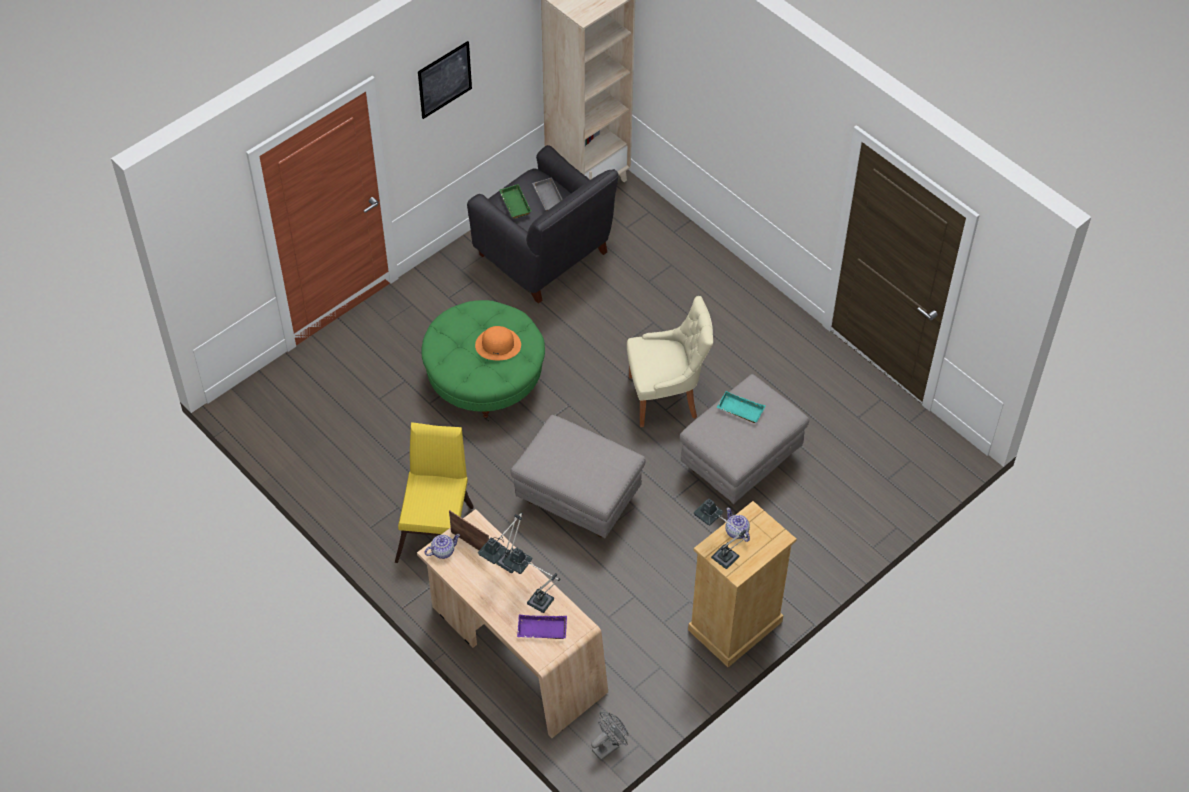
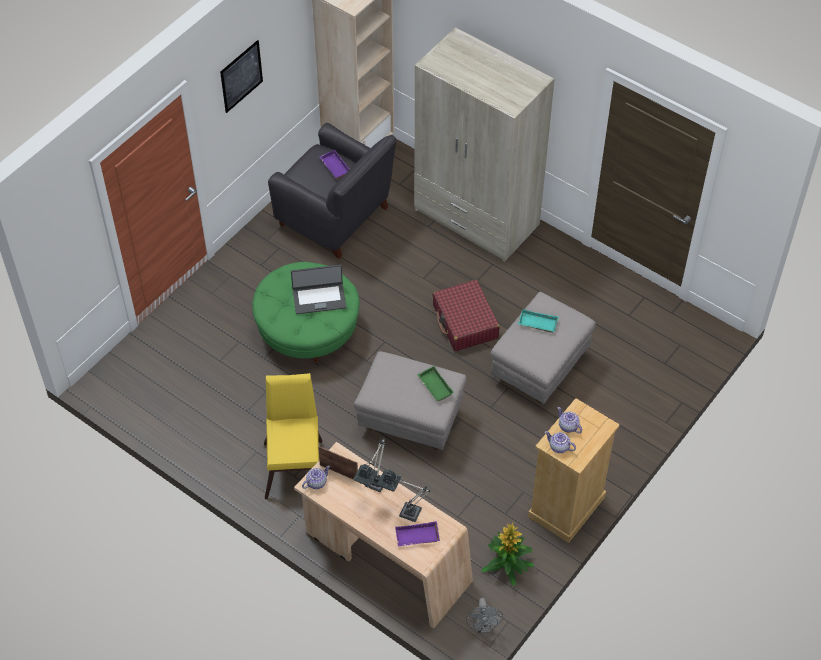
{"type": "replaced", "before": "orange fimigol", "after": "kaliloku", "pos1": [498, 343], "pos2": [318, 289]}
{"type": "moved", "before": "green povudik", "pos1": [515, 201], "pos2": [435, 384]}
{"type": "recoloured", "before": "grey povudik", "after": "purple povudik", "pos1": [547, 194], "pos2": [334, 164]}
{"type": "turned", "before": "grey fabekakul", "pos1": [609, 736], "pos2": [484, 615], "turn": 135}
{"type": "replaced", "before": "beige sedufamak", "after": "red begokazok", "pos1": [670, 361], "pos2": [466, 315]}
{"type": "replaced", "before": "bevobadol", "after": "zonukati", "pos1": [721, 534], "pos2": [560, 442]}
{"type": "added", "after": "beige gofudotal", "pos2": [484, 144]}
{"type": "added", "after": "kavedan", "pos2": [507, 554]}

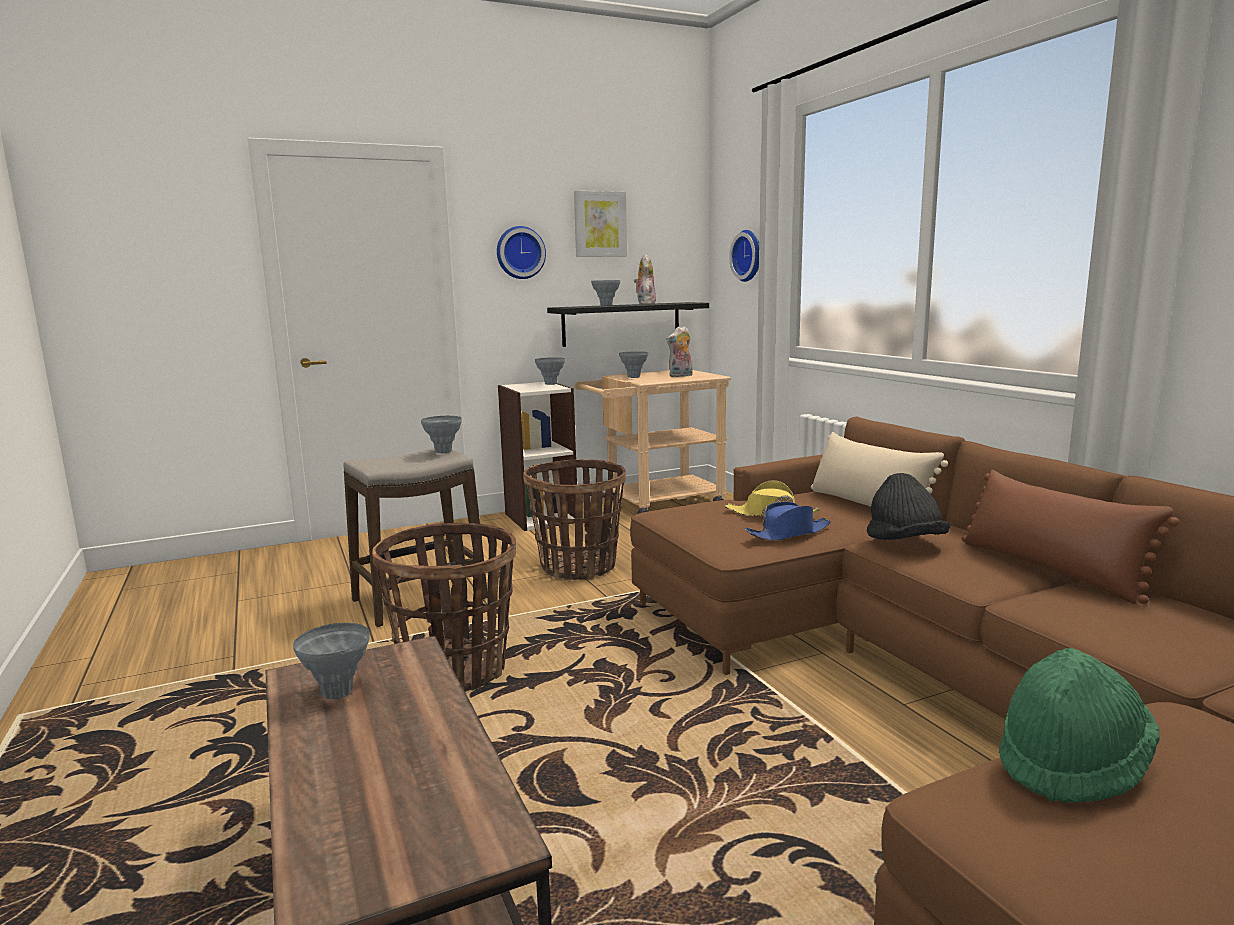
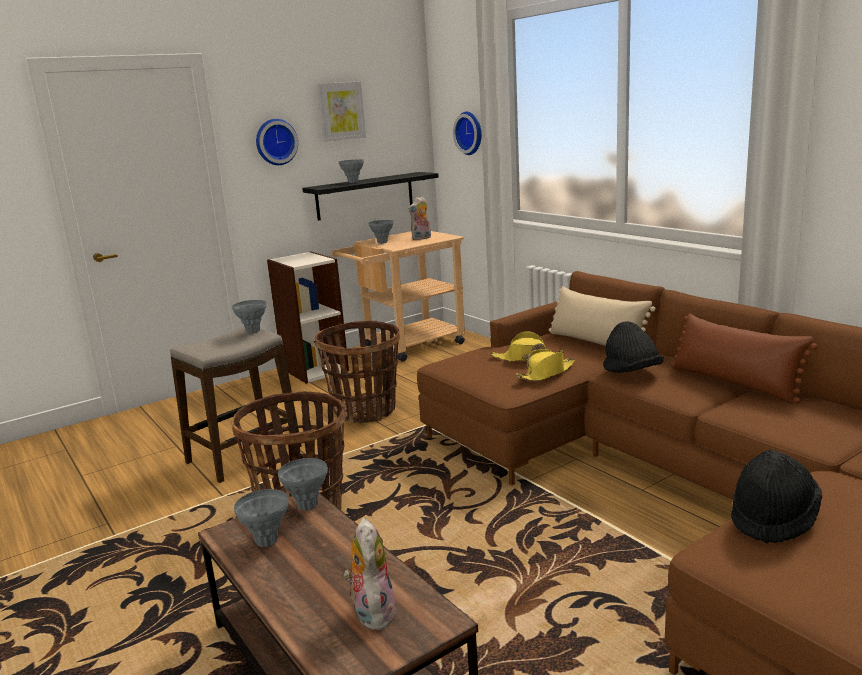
{"type": "moved", "before": "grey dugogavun", "pos1": [550, 371], "pos2": [303, 484]}
{"type": "moved", "before": "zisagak", "pos1": [645, 279], "pos2": [370, 574]}
{"type": "recoloured", "before": "blue fimigol", "after": "yellow fimigol", "pos1": [788, 521], "pos2": [545, 365]}
{"type": "recoloured", "before": "green fimigol", "after": "black fimigol", "pos1": [1079, 725], "pos2": [776, 496]}

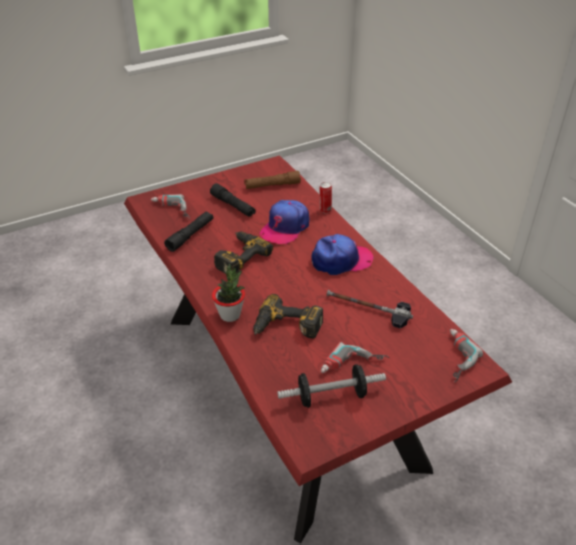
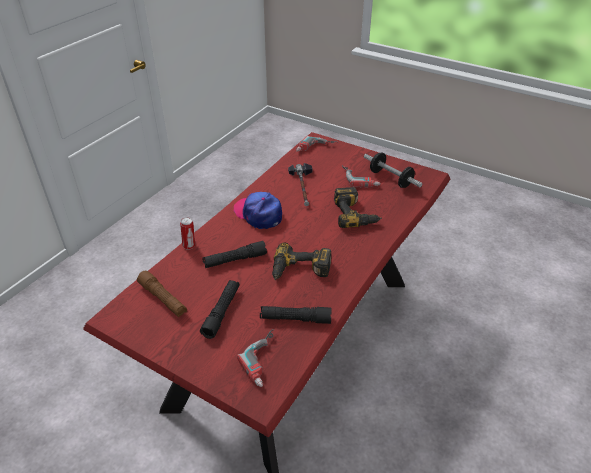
{"type": "removed", "before": "kavedan", "pos1": [228, 293]}
{"type": "replaced", "before": "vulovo", "after": "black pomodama", "pos1": [284, 222], "pos2": [234, 254]}

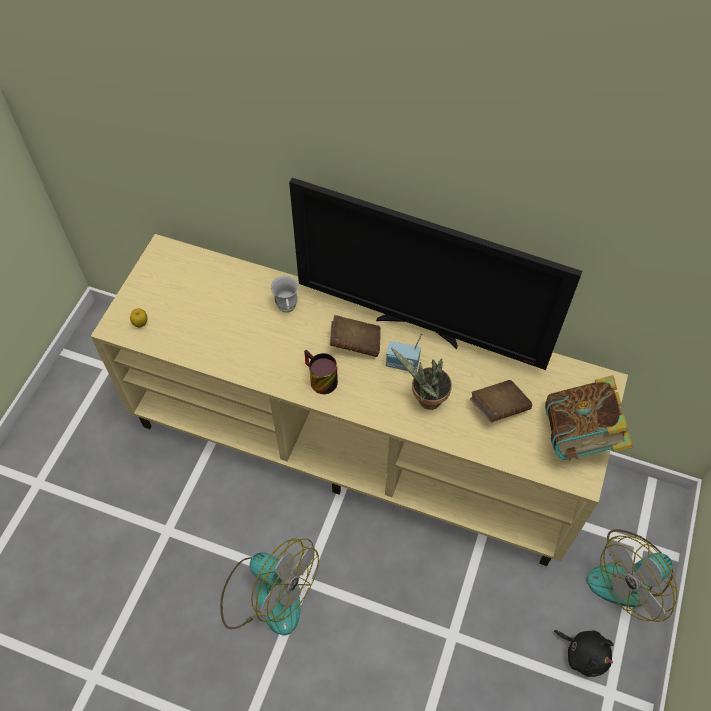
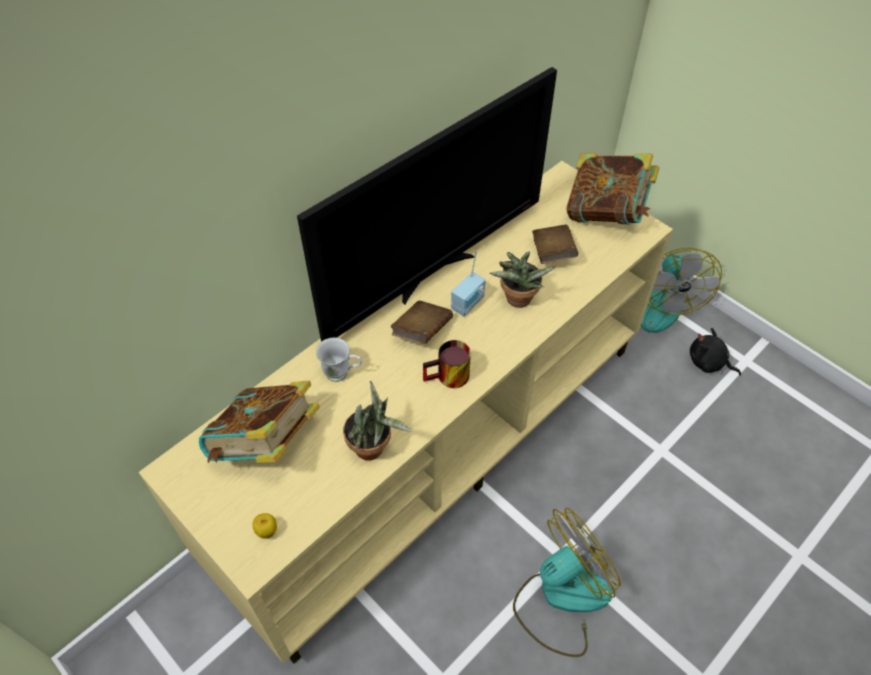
{"type": "turned", "before": "black zisagak", "pos1": [584, 653], "pos2": [715, 351], "turn": -120}
{"type": "added", "after": "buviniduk", "pos2": [259, 422]}
{"type": "added", "after": "kavedan", "pos2": [377, 420]}

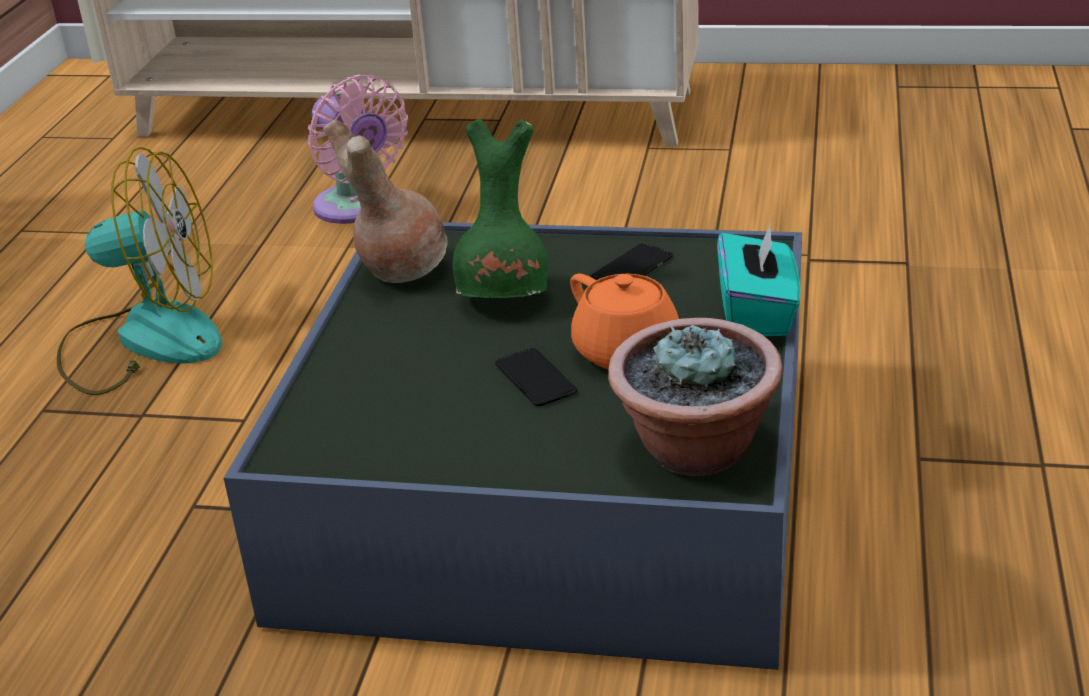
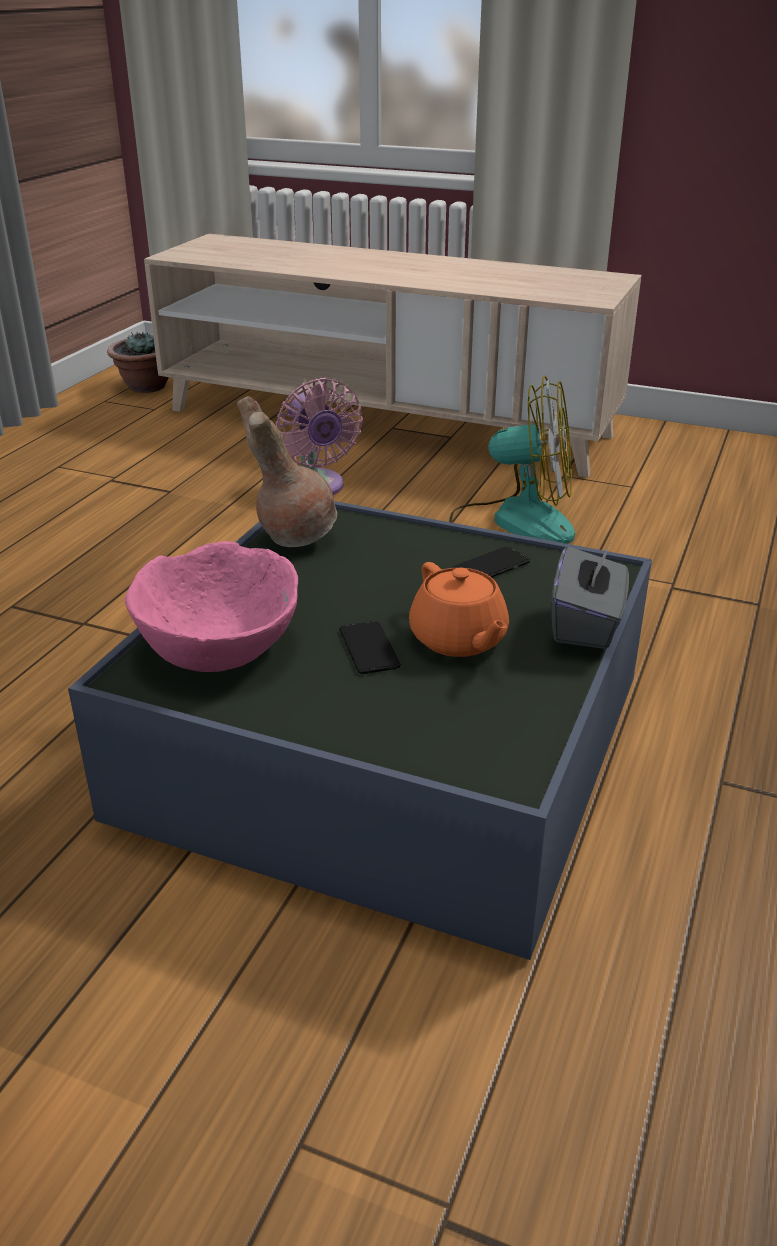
{"type": "moved", "before": "fabekakul", "pos1": [139, 271], "pos2": [512, 460]}
{"type": "removed", "before": "green dugogavun", "pos1": [500, 208]}
{"type": "moved", "before": "kavedan", "pos1": [695, 397], "pos2": [138, 362]}
{"type": "recoloured", "before": "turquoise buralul", "after": "grey buralul", "pos1": [759, 279], "pos2": [590, 596]}
{"type": "added", "after": "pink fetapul", "pos2": [211, 606]}

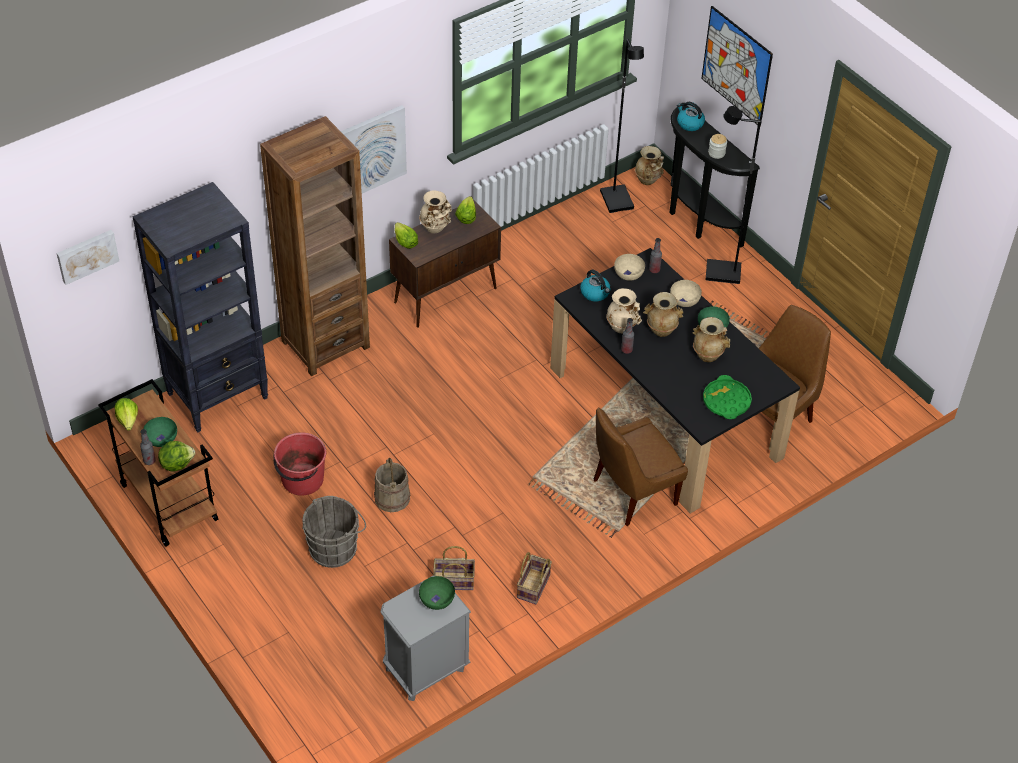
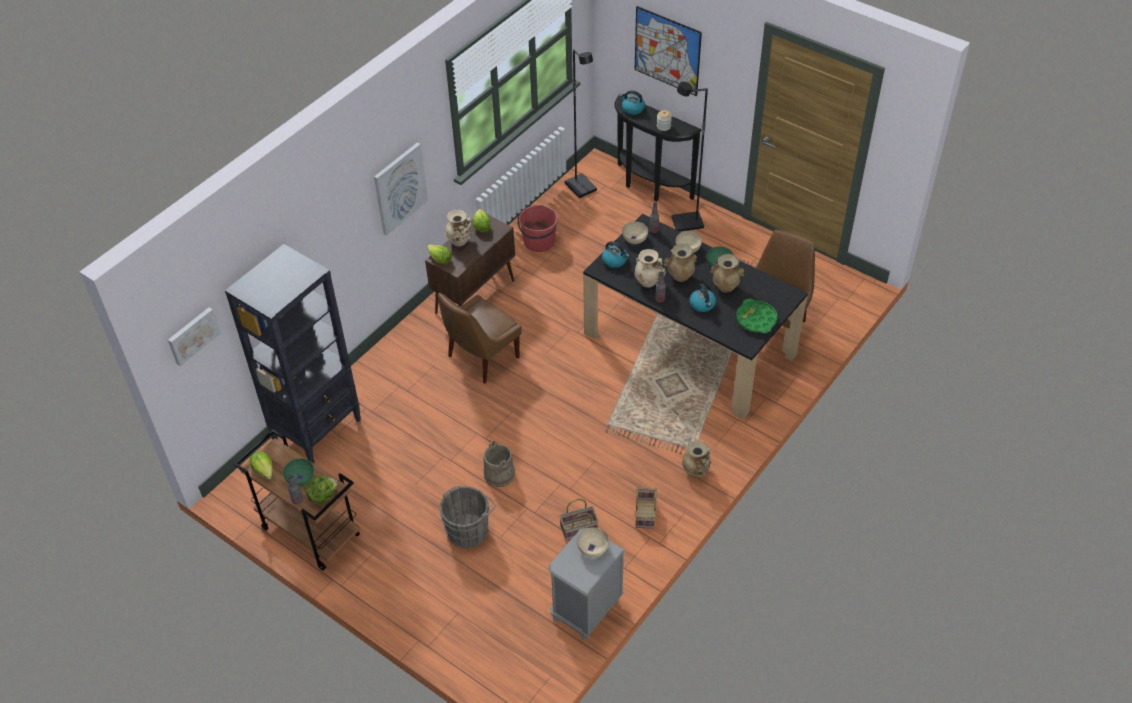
{"type": "removed", "before": "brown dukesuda", "pos1": [315, 246]}
{"type": "moved", "before": "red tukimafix", "pos1": [299, 464], "pos2": [537, 228]}
{"type": "recoloured", "before": "green fetapul", "after": "beige fetapul", "pos1": [437, 593], "pos2": [593, 542]}
{"type": "moved", "before": "brown sedufamak", "pos1": [641, 466], "pos2": [480, 338]}
{"type": "moved", "before": "beige dugogavun", "pos1": [649, 165], "pos2": [696, 459]}
{"type": "added", "after": "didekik", "pos2": [703, 297]}

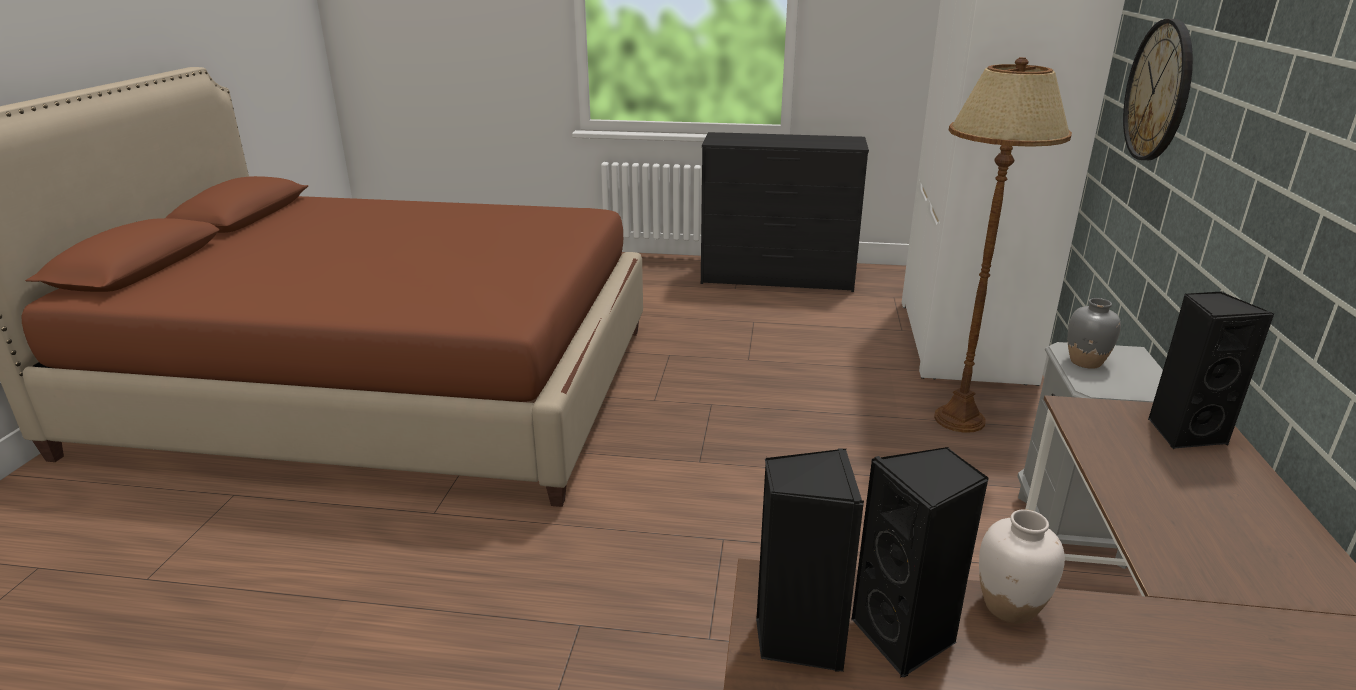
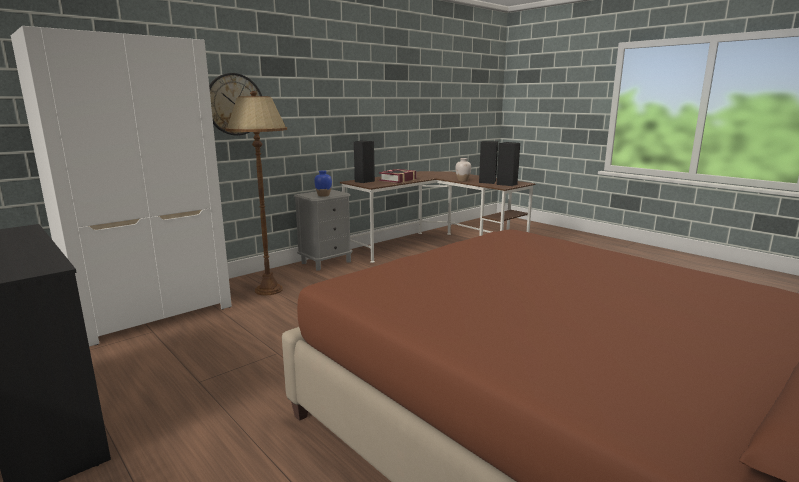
{"type": "recoloured", "before": "grey dugogavun", "after": "blue dugogavun", "pos1": [1094, 333], "pos2": [323, 184]}
{"type": "added", "after": "buviniduk", "pos2": [397, 176]}

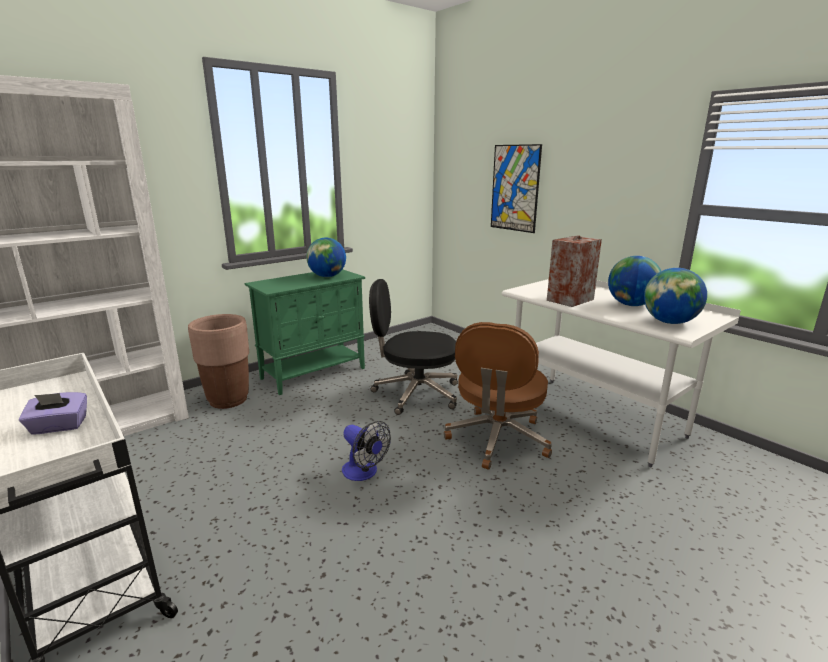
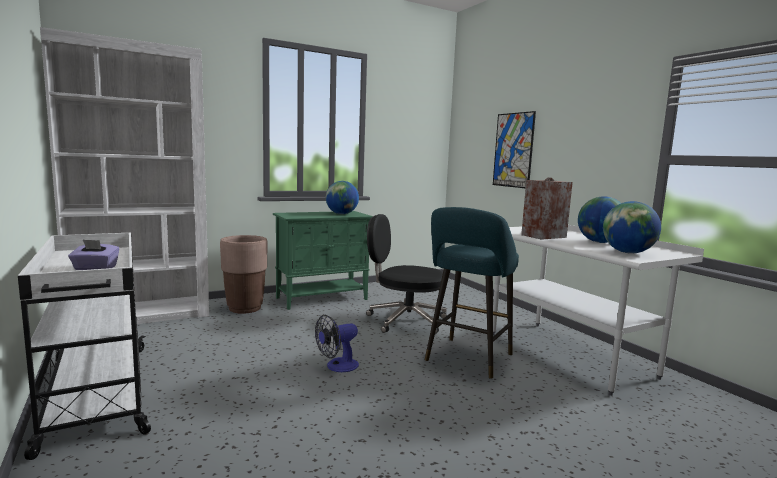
{"type": "turned", "before": "fabekakul", "pos1": [366, 451], "pos2": [337, 343], "turn": 90}
{"type": "replaced", "before": "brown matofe", "after": "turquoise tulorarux", "pos1": [498, 396], "pos2": [472, 293]}

